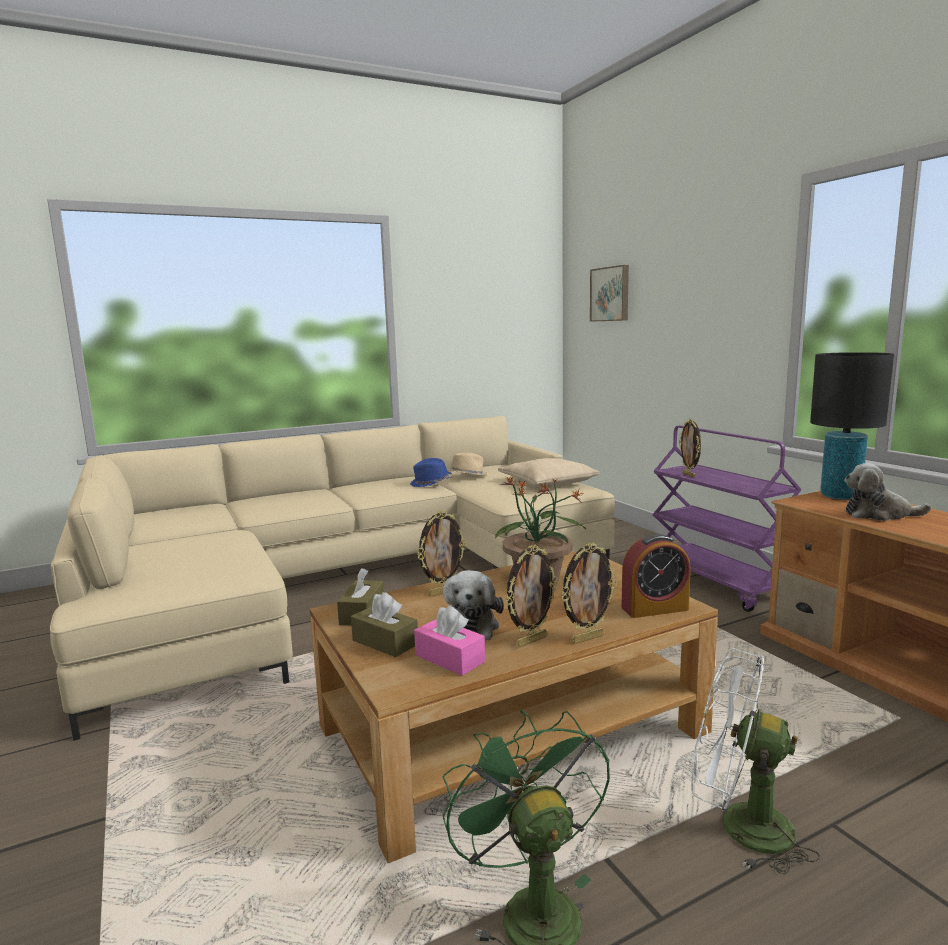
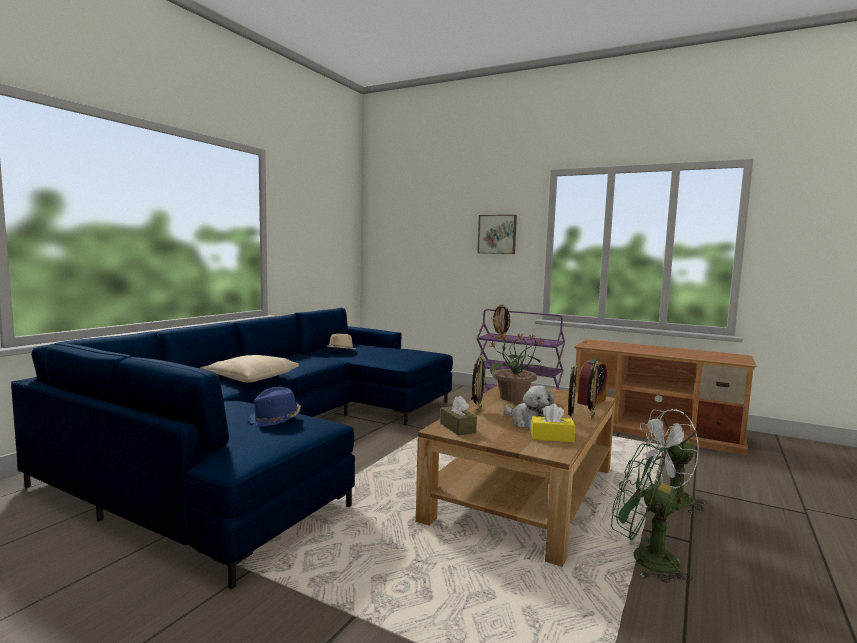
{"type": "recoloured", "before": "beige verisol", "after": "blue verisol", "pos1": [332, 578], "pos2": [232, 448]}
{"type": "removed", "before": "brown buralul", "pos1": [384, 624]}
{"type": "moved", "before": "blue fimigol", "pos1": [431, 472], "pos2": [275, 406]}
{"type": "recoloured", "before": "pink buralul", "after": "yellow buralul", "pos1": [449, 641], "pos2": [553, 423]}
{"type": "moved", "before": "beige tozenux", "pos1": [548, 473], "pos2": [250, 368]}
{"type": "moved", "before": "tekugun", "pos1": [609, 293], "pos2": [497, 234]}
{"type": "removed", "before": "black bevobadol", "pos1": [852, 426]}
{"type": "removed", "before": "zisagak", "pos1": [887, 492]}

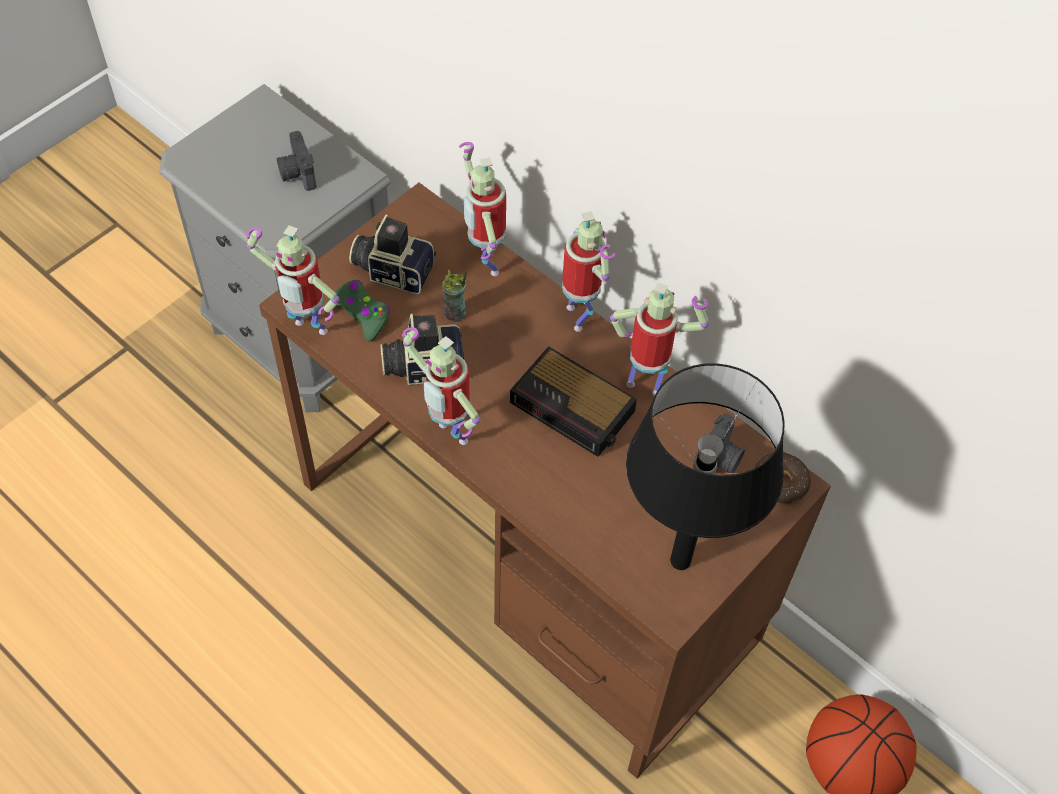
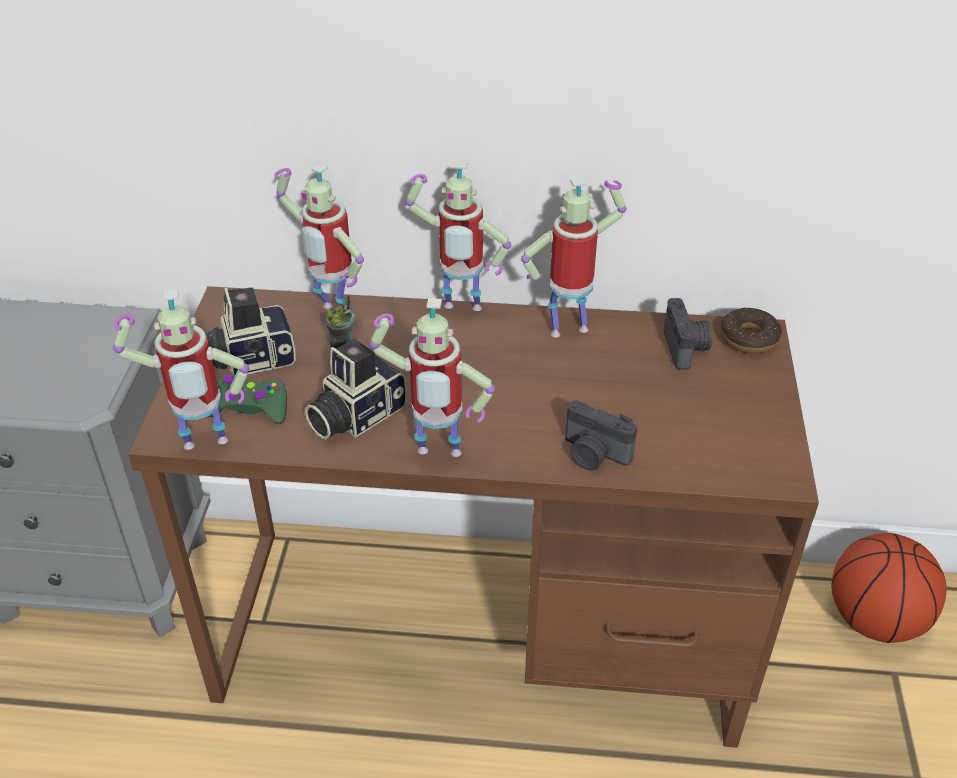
{"type": "moved", "before": "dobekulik", "pos1": [297, 161], "pos2": [601, 435]}
{"type": "removed", "before": "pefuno", "pos1": [573, 401]}
{"type": "turned", "before": "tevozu", "pos1": [589, 271], "pos2": [458, 236], "turn": 150}
{"type": "removed", "before": "black bevobadol", "pos1": [705, 466]}

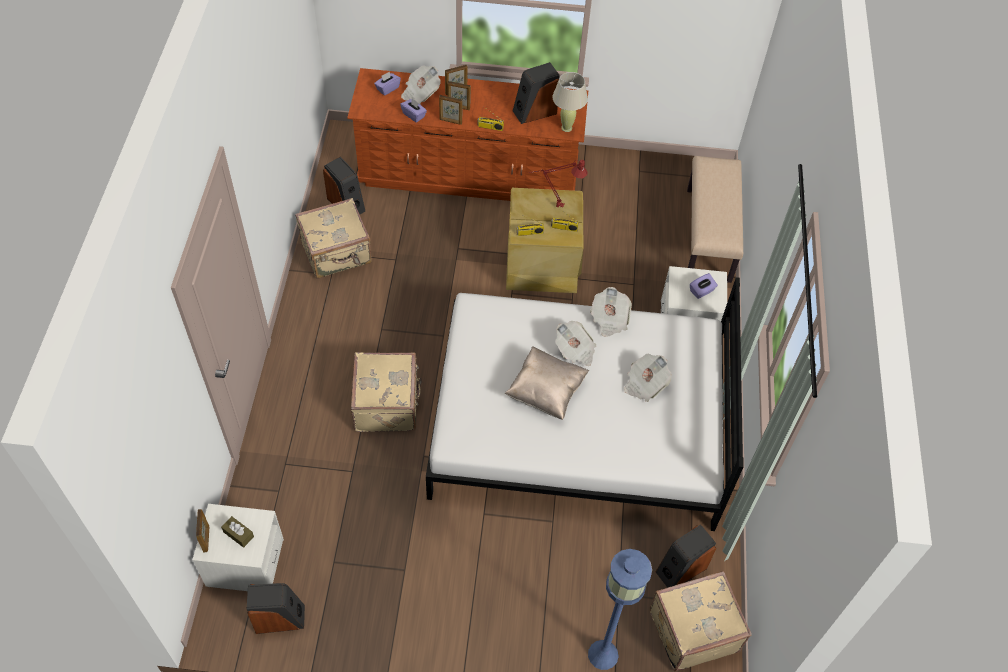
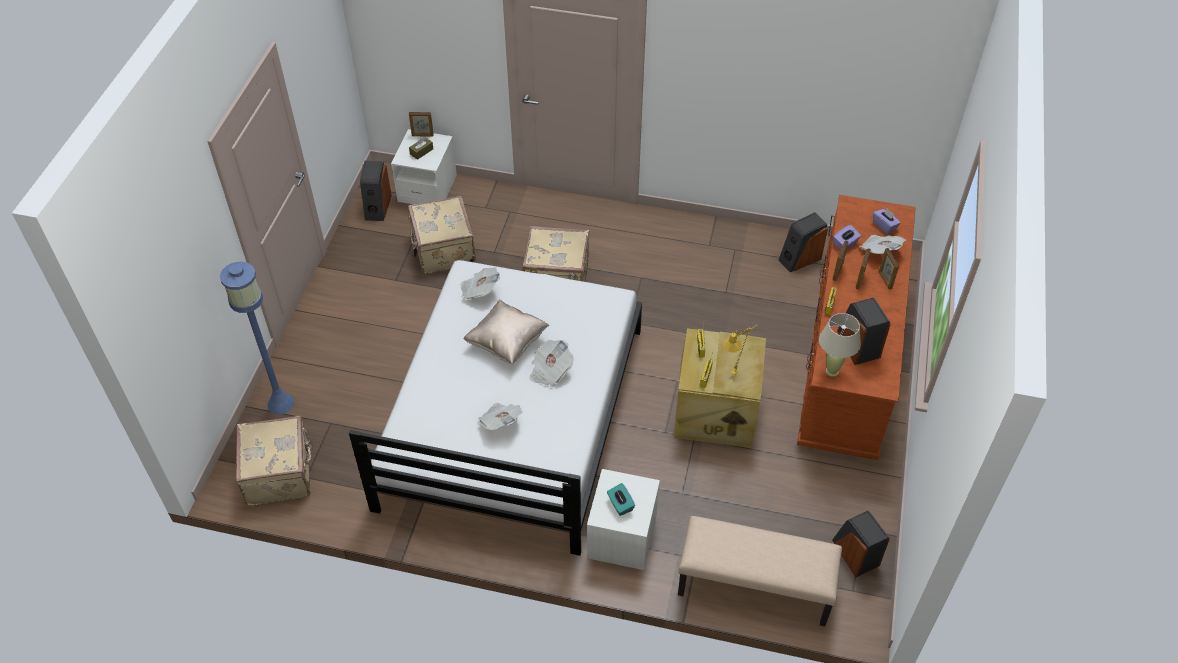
{"type": "moved", "before": "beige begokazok", "pos1": [333, 238], "pos2": [442, 235]}
{"type": "recoloured", "before": "red bevobadol", "after": "yellow bevobadol", "pos1": [558, 183], "pos2": [740, 350]}
{"type": "moved", "before": "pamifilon", "pos1": [611, 312], "pos2": [480, 283]}
{"type": "moved", "before": "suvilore", "pos1": [686, 556], "pos2": [861, 544]}
{"type": "recoloured", "before": "purple buralul", "after": "turquoise buralul", "pos1": [704, 286], "pos2": [621, 499]}

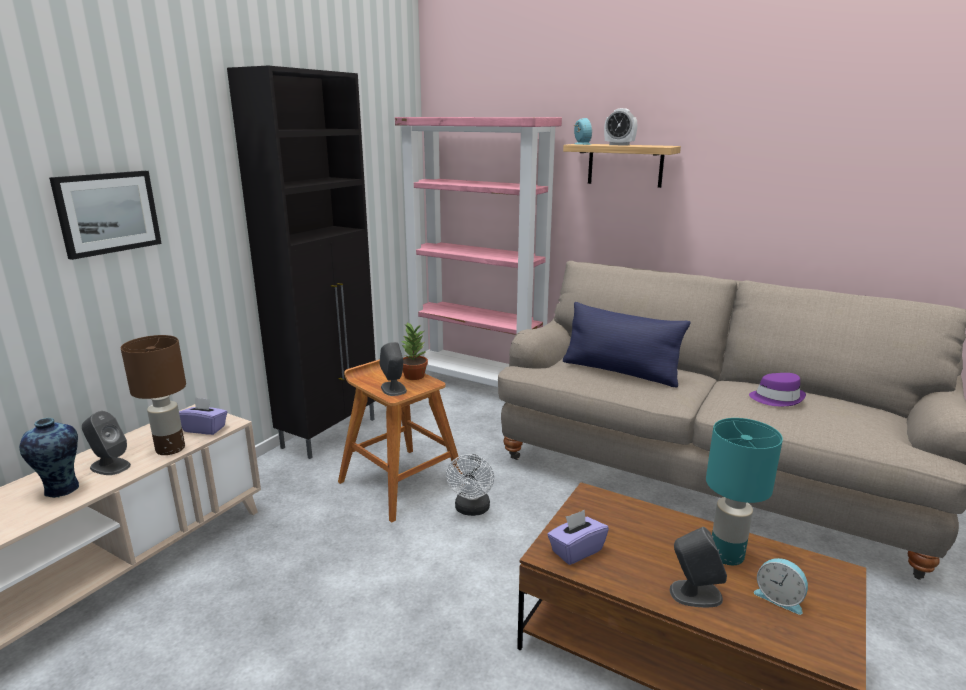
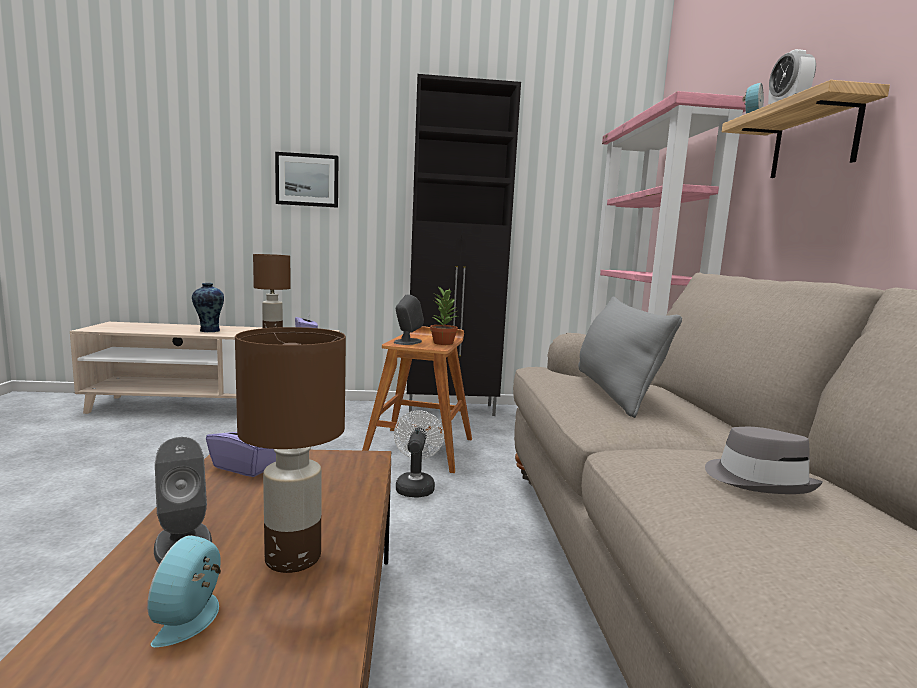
{"type": "removed", "before": "grey suvilore", "pos1": [106, 443]}
{"type": "turned", "before": "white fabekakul", "pos1": [470, 485], "pos2": [419, 454], "turn": 120}
{"type": "recoloured", "before": "blue tozenux", "after": "grey tozenux", "pos1": [626, 345], "pos2": [630, 357]}
{"type": "recoloured", "before": "turquoise bevobadol", "after": "brown bevobadol", "pos1": [744, 491], "pos2": [290, 450]}
{"type": "recoloured", "before": "purple fimigol", "after": "grey fimigol", "pos1": [777, 389], "pos2": [764, 460]}

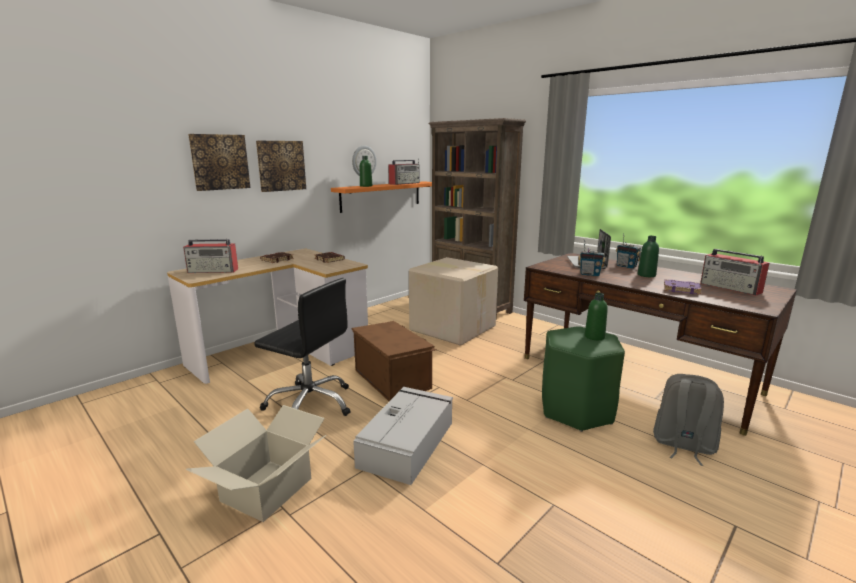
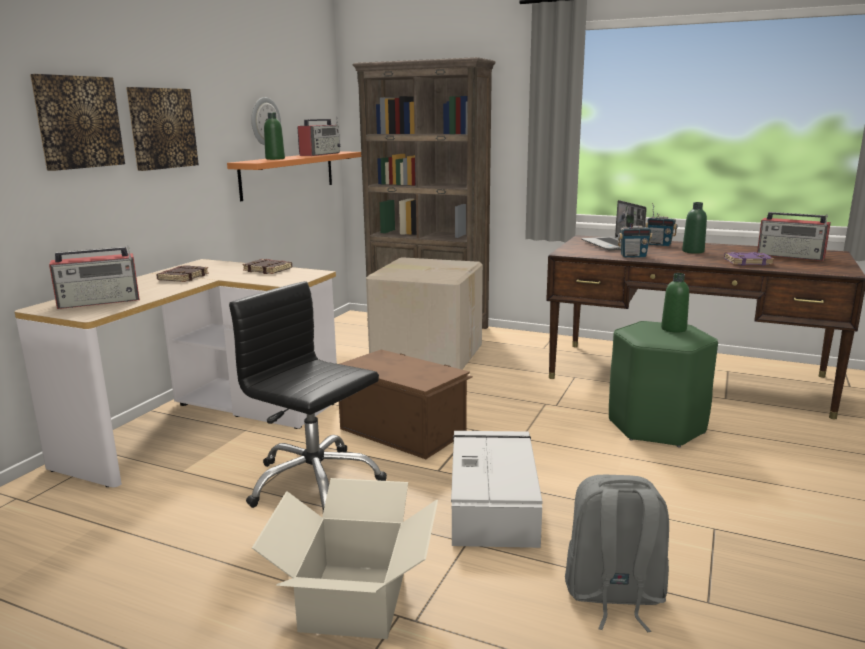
{"type": "turned", "before": "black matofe", "pos1": [302, 347], "pos2": [308, 396], "turn": -150}
{"type": "moved", "before": "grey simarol", "pos1": [688, 420], "pos2": [617, 553]}

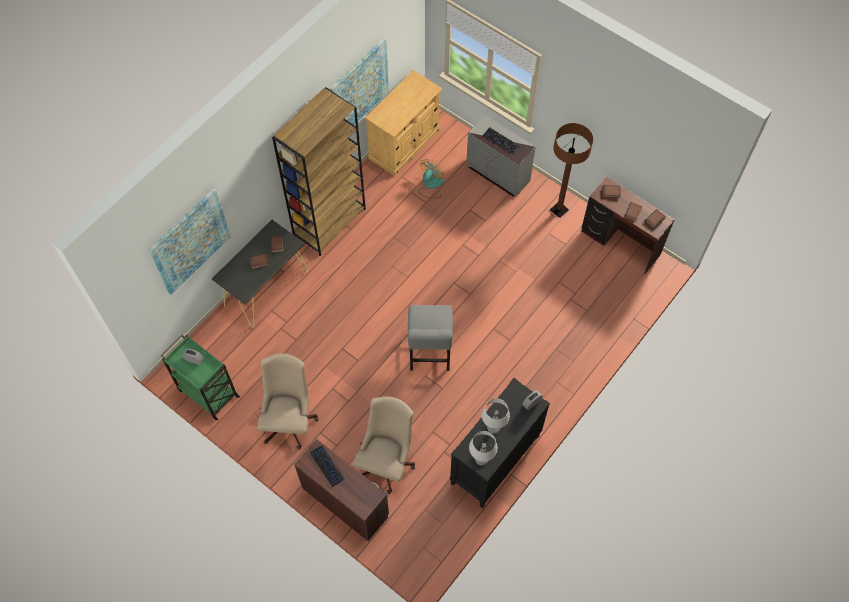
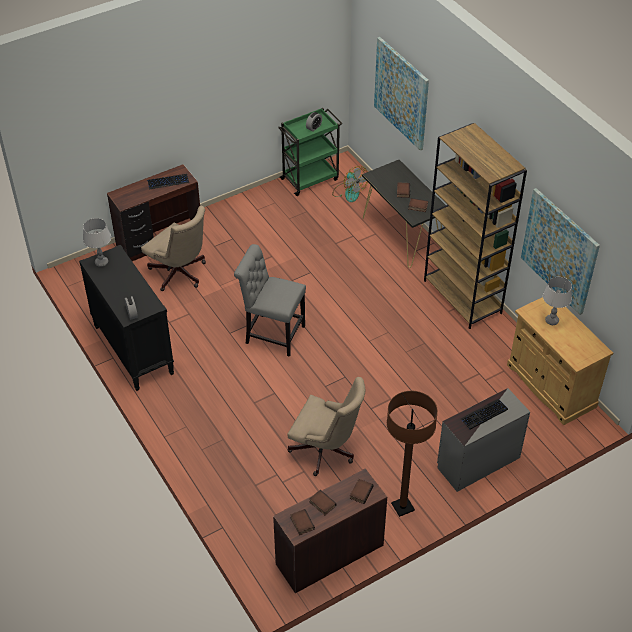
{"type": "moved", "before": "beige matofe", "pos1": [288, 402], "pos2": [326, 426]}
{"type": "moved", "before": "fabekakul", "pos1": [431, 179], "pos2": [349, 184]}
{"type": "moved", "before": "grey bevobadol", "pos1": [496, 416], "pos2": [557, 301]}

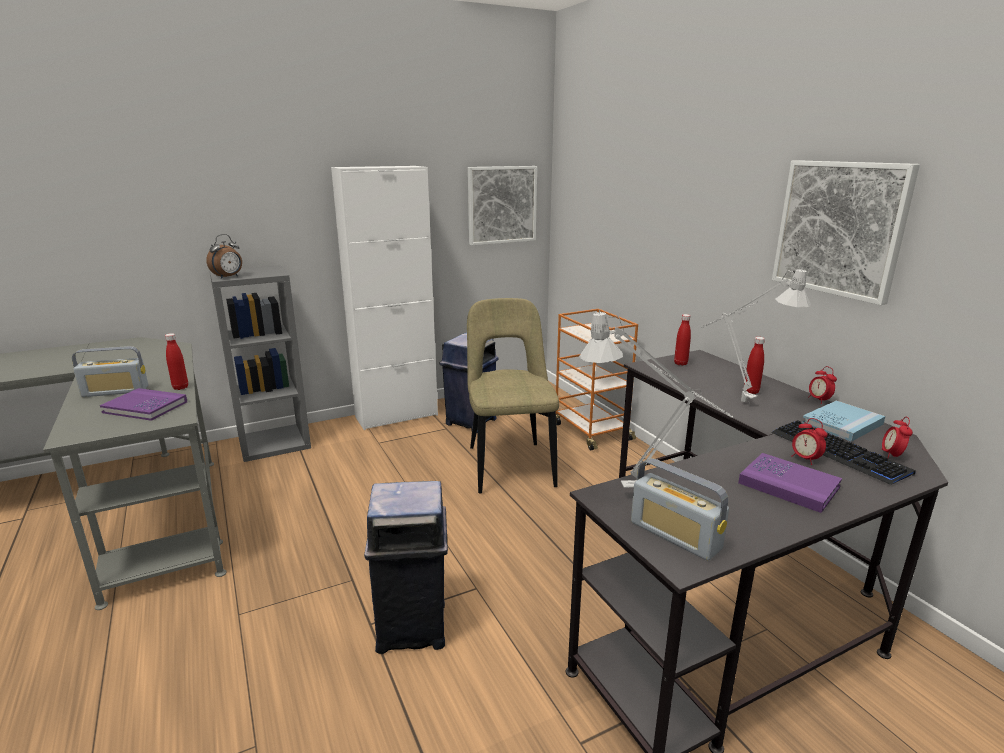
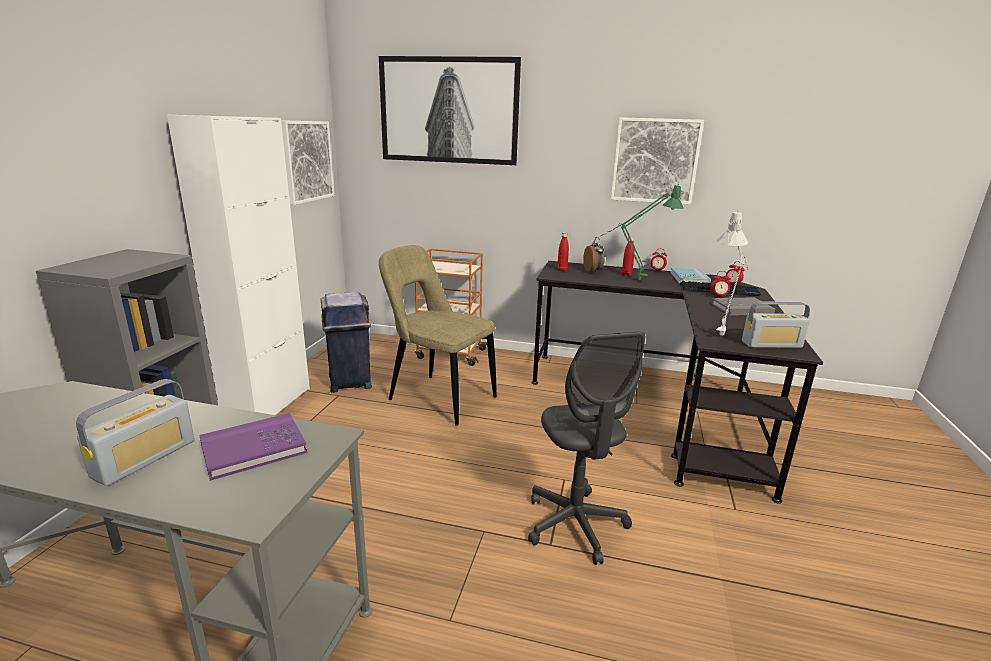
{"type": "removed", "before": "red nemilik", "pos1": [176, 361]}
{"type": "moved", "before": "pefuno", "pos1": [224, 256], "pos2": [594, 255]}
{"type": "replaced", "before": "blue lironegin", "after": "grey matofe", "pos1": [406, 567], "pos2": [586, 448]}
{"type": "recoloured", "before": "grey bevobadol", "after": "green bevobadol", "pos1": [756, 336], "pos2": [643, 233]}
{"type": "recoloured", "before": "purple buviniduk", "after": "grey buviniduk", "pos1": [790, 483], "pos2": [743, 307]}
{"type": "added", "after": "tekugun", "pos2": [450, 110]}

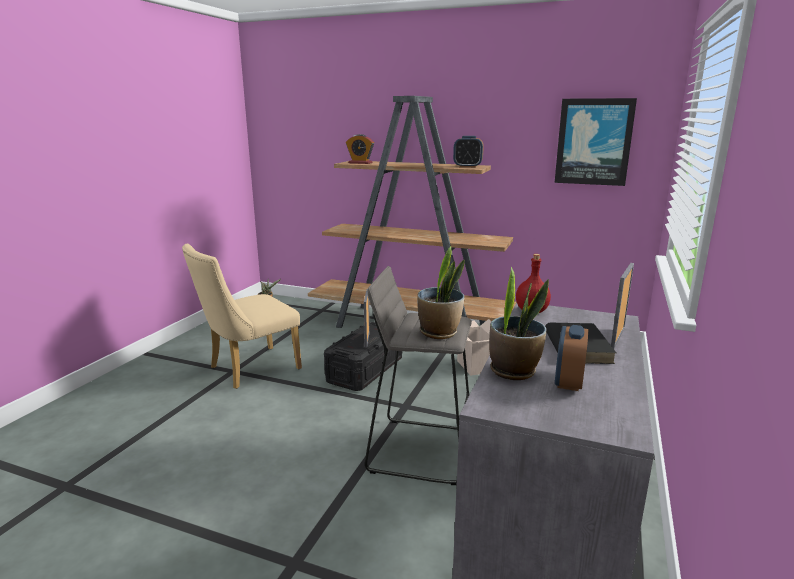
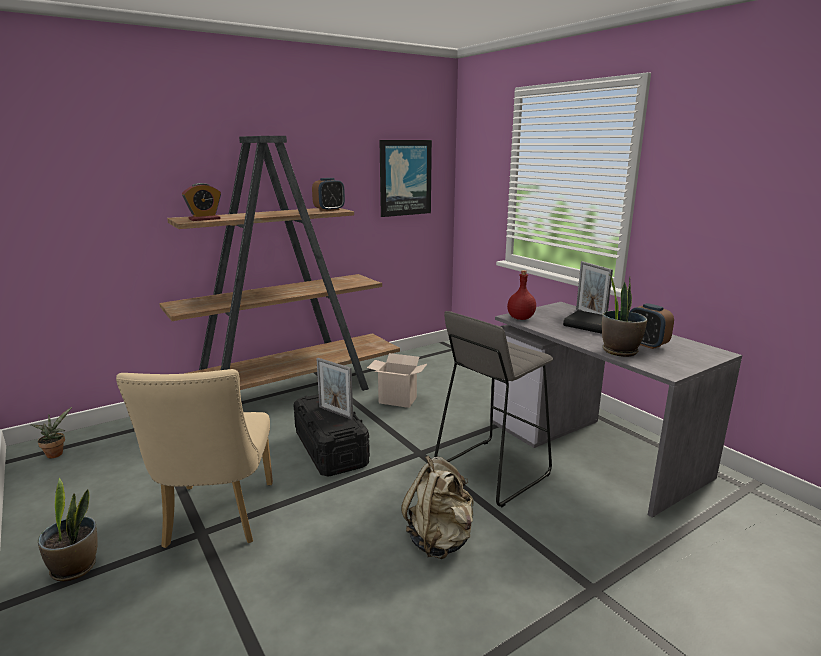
{"type": "moved", "before": "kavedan", "pos1": [441, 292], "pos2": [68, 530]}
{"type": "added", "after": "beige simarol", "pos2": [438, 507]}

